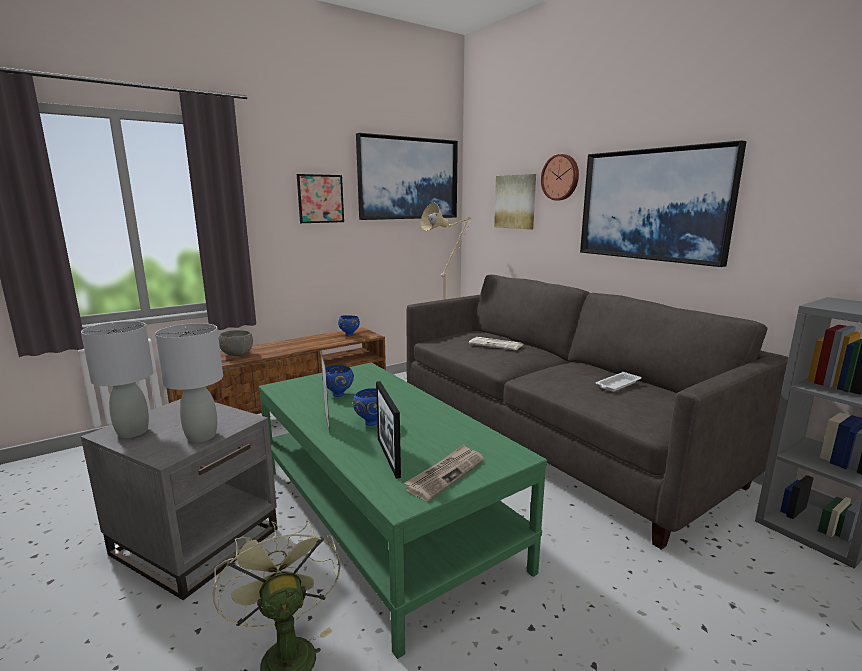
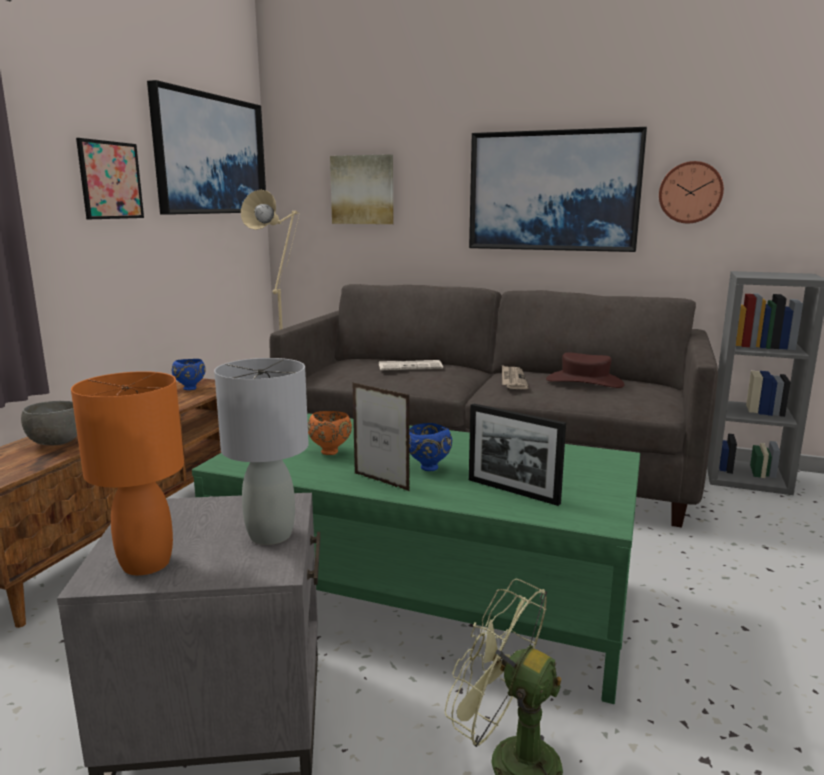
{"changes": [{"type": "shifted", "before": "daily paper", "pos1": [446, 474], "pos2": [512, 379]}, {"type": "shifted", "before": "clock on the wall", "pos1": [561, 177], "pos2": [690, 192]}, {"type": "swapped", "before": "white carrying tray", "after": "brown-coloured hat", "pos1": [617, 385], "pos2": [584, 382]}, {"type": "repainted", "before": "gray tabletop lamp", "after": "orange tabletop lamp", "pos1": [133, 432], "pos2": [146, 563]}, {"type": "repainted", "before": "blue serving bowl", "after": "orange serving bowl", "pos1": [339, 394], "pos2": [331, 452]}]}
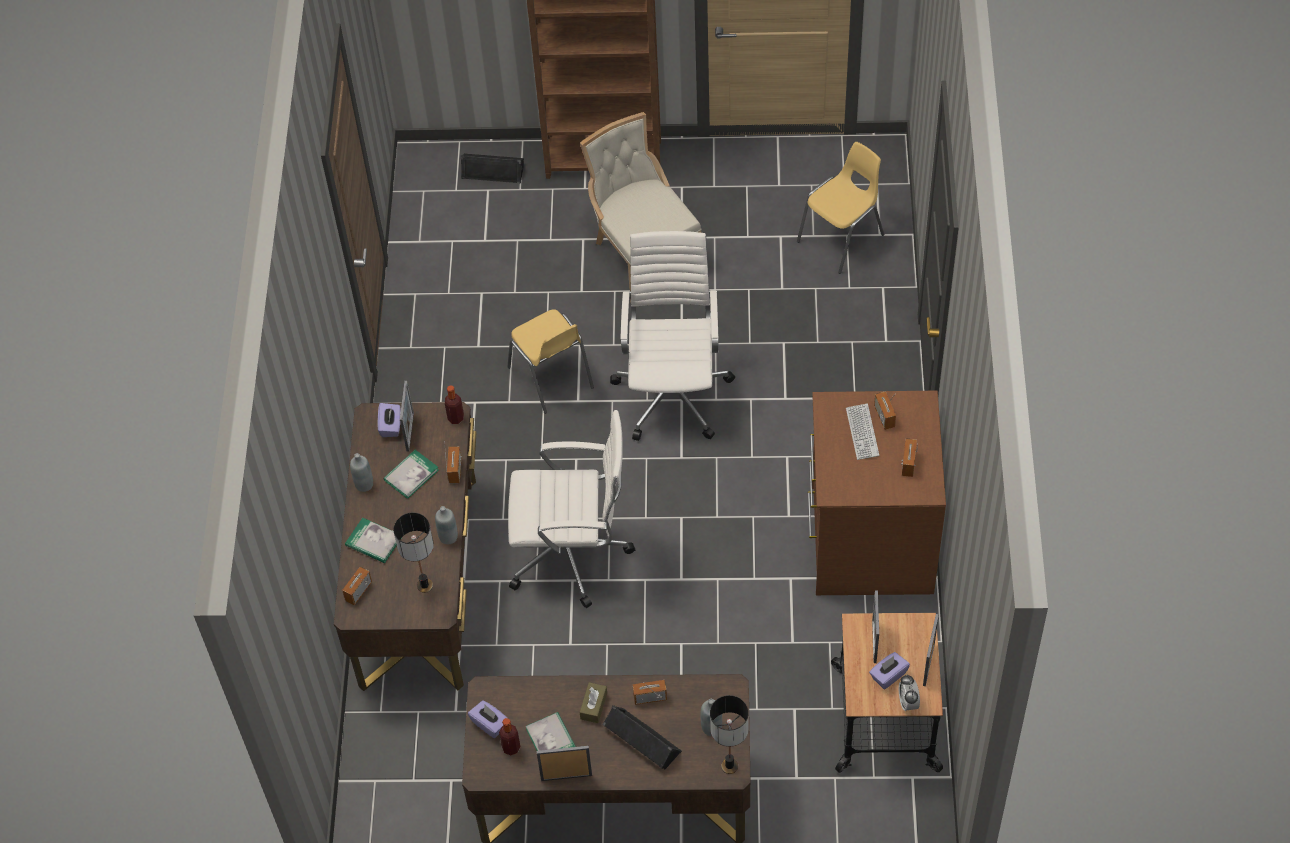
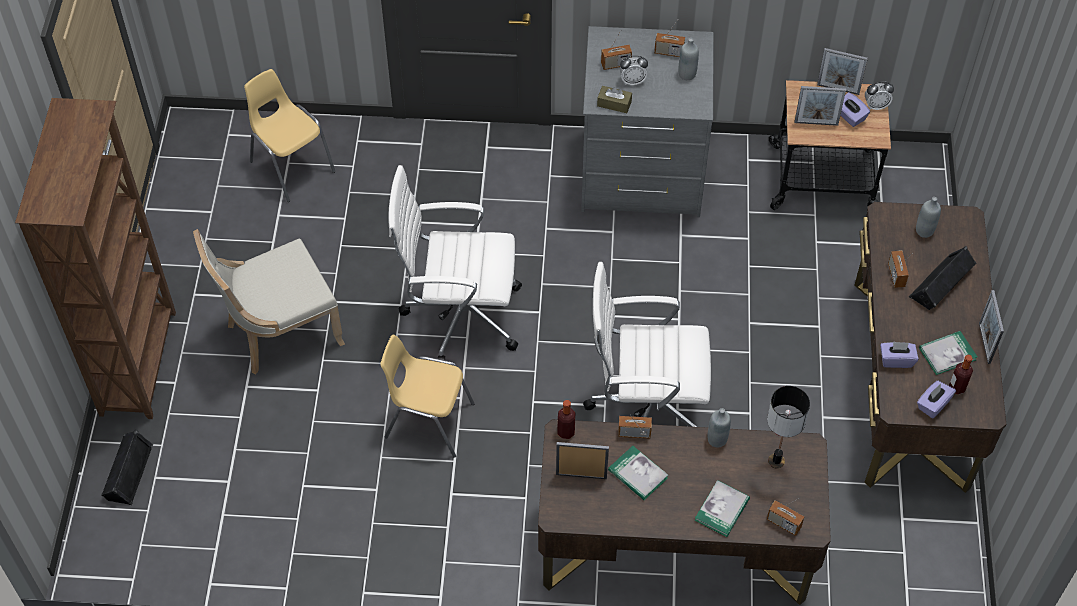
{"changes": [{"type": "gone", "before": "tabletop lamp", "pos1": [730, 766]}, {"type": "shifted", "before": "gray drink bottle", "pos1": [364, 484], "pos2": [687, 74]}, {"type": "shifted", "before": "purplish tissue box", "pos1": [391, 426], "pos2": [896, 360]}, {"type": "shifted", "before": "brown-coloured tissue box", "pos1": [593, 706], "pos2": [614, 104]}, {"type": "swapped", "before": "computer keyboard", "after": "table clock", "pos1": [862, 432], "pos2": [632, 81]}, {"type": "repainted", "before": "brown-coloured drawer chest", "after": "gray drawer chest", "pos1": [869, 539], "pos2": [641, 175]}, {"type": "rotated", "before": "yellowish upright chair", "pos1": [551, 378], "pos2": [428, 421], "turn": -135}, {"type": "rotated", "before": "white desk chair", "pos1": [572, 553], "pos2": [646, 408], "turn": -90}]}
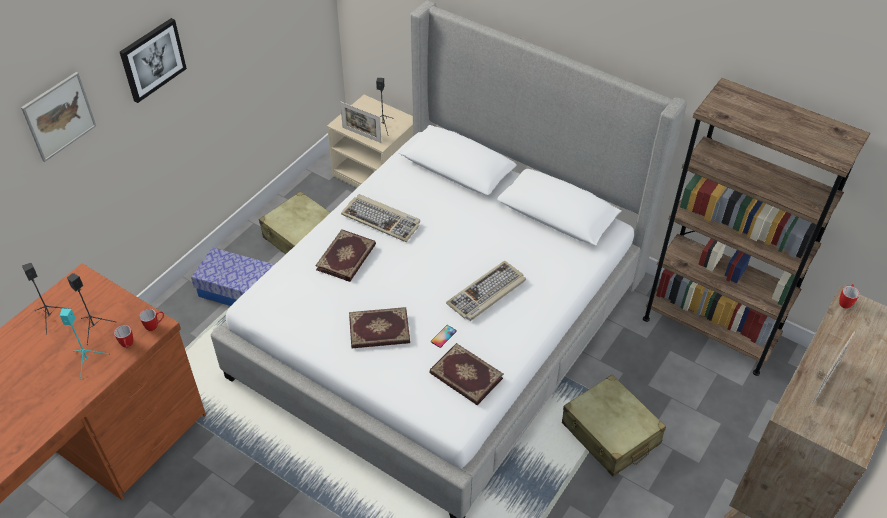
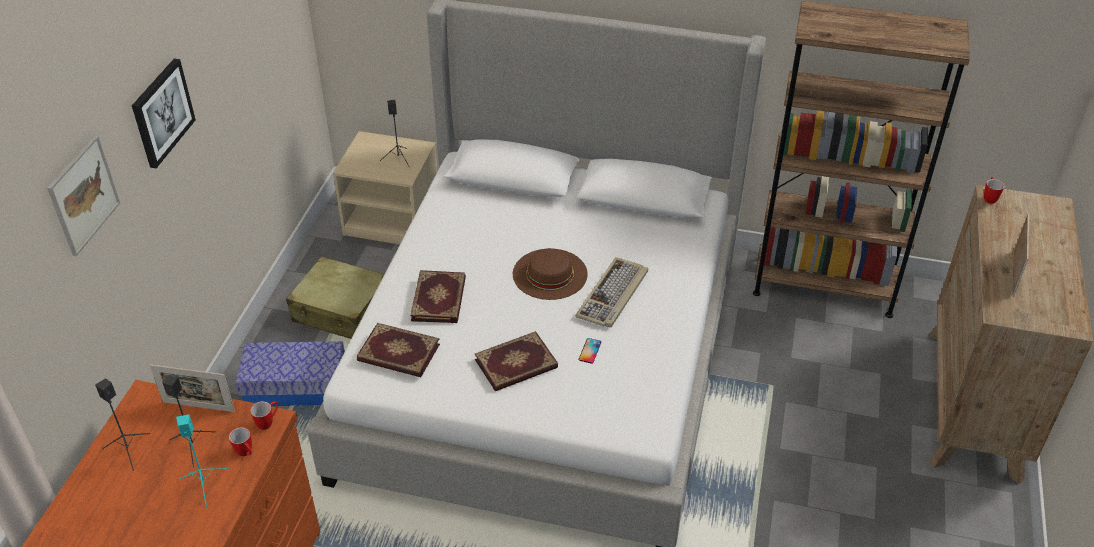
{"changes": [{"type": "gone", "before": "computer keyboard", "pos1": [382, 220]}, {"type": "gone", "before": "beige-coloured piece of luggage", "pos1": [610, 434]}, {"type": "new", "after": "brown-coloured hat", "pos2": [550, 274]}, {"type": "shifted", "before": "photo frame", "pos1": [361, 135], "pos2": [198, 406]}, {"type": "shifted", "before": "volume", "pos1": [465, 376], "pos2": [398, 354]}]}
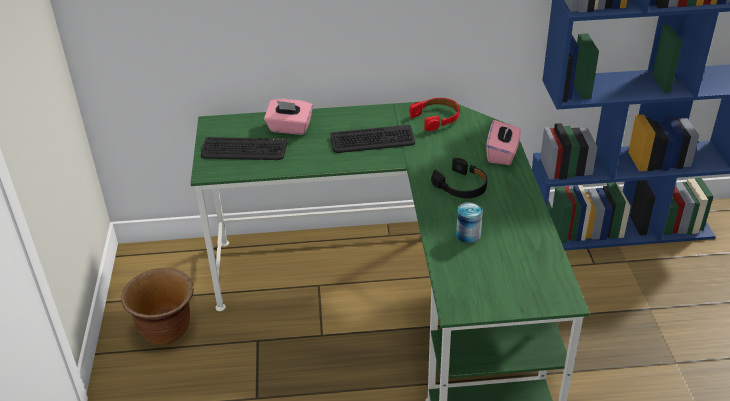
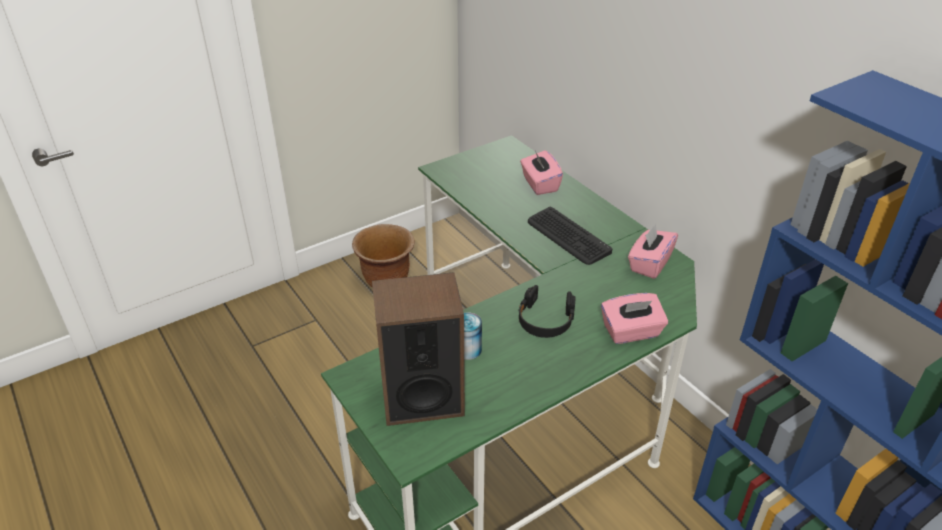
{"changes": [{"type": "gone", "before": "computer keyboard", "pos1": [244, 150]}, {"type": "new", "after": "speaker", "pos2": [422, 397]}, {"type": "swapped", "before": "red pair of headphones", "after": "pink-coloured tissue box", "pos1": [436, 118], "pos2": [649, 264]}]}
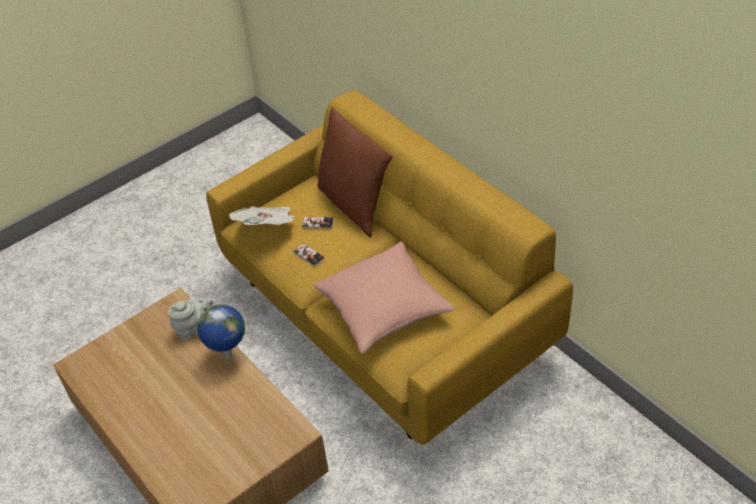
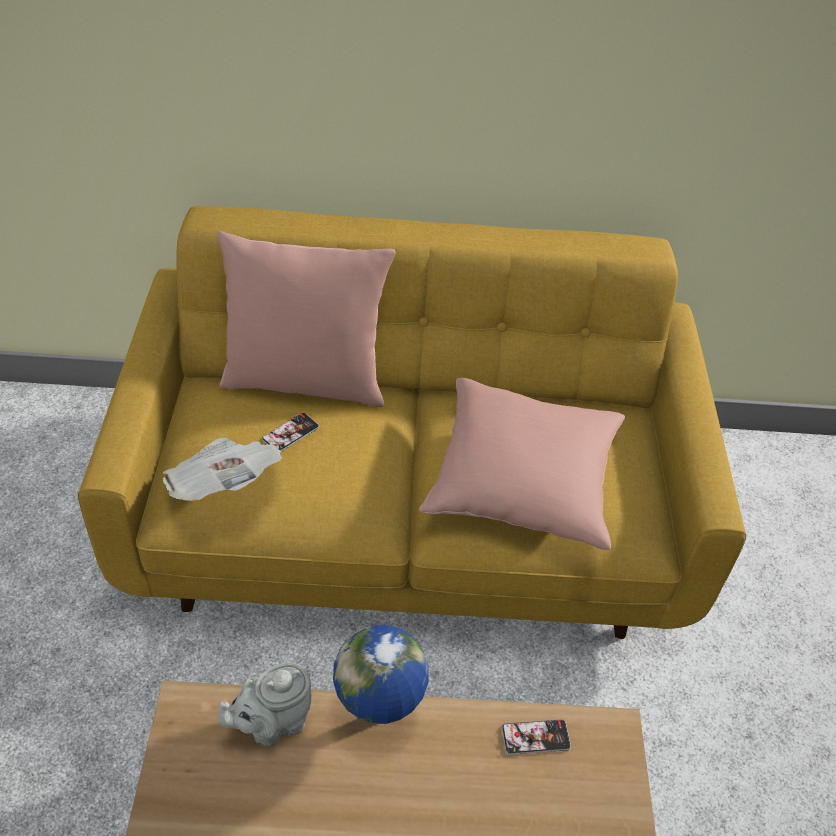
{"changes": [{"type": "shifted", "before": "telephone", "pos1": [309, 255], "pos2": [535, 737]}, {"type": "repainted", "before": "brown-coloured cushion", "after": "pink-coloured cushion", "pos1": [354, 205], "pos2": [305, 381]}, {"type": "rotated", "before": "gray tea pot", "pos1": [194, 329], "pos2": [273, 724], "turn": -135}]}
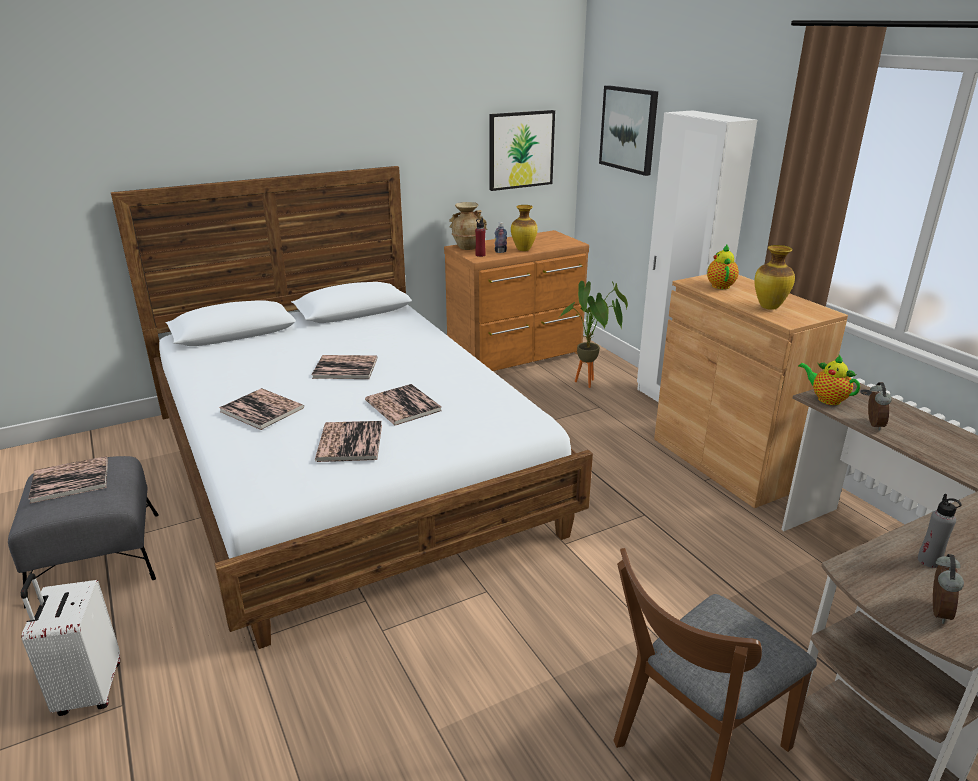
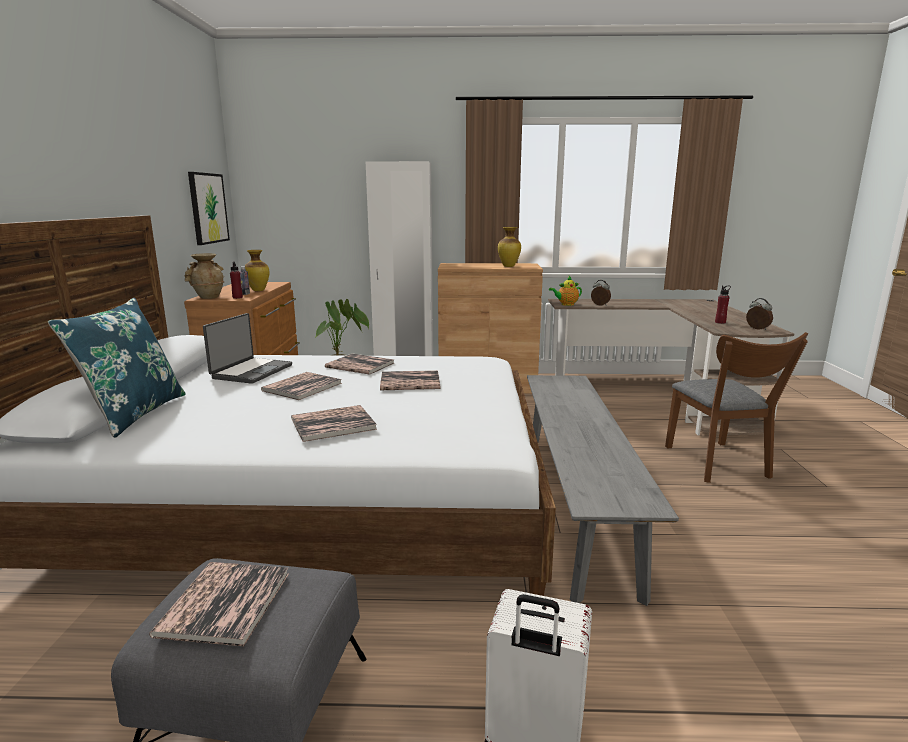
{"changes": [{"type": "gone", "before": "wall art", "pos1": [629, 129]}, {"type": "gone", "before": "tea pot", "pos1": [720, 285]}, {"type": "new", "after": "blue cushion", "pos2": [134, 414]}, {"type": "new", "after": "laptop", "pos2": [251, 371]}, {"type": "new", "after": "gray bench", "pos2": [575, 502]}, {"type": "shifted", "before": "volume", "pos1": [350, 442], "pos2": [360, 365]}, {"type": "repainted", "before": "gray drink bottle", "after": "red drink bottle", "pos1": [929, 561], "pos2": [720, 322]}]}
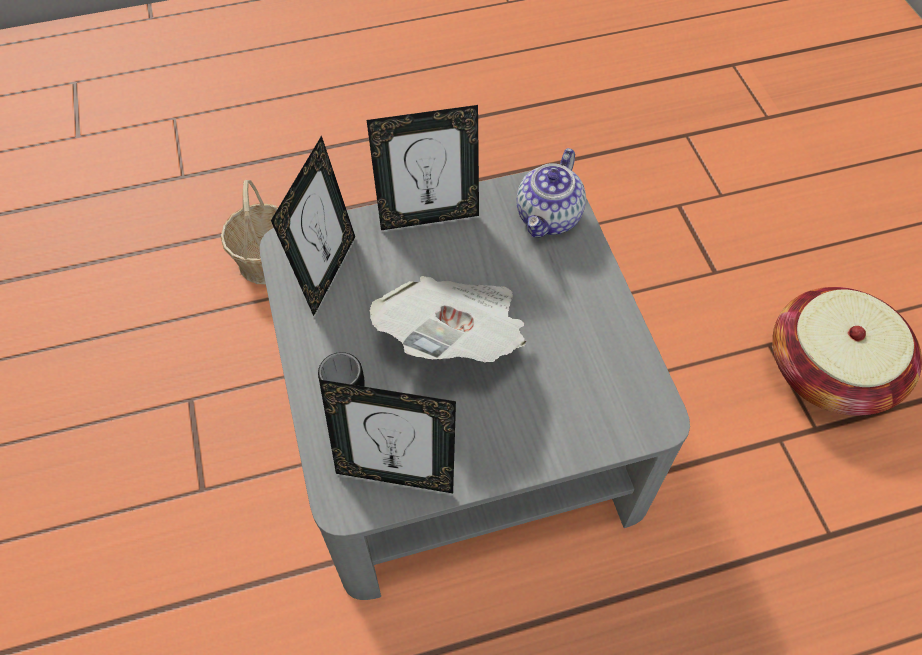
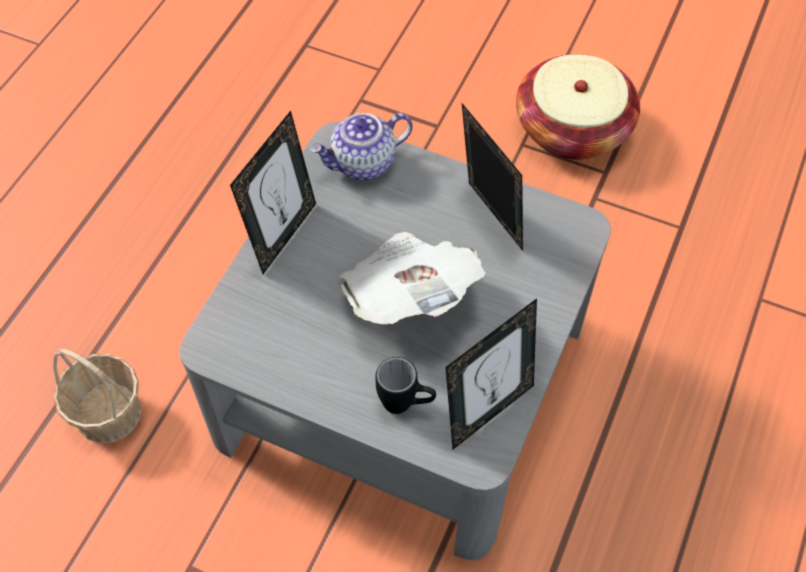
{"changes": [{"type": "shifted", "before": "photo frame", "pos1": [327, 272], "pos2": [488, 220]}, {"type": "rotated", "before": "tea pot", "pos1": [549, 217], "pos2": [363, 163], "turn": 90}]}
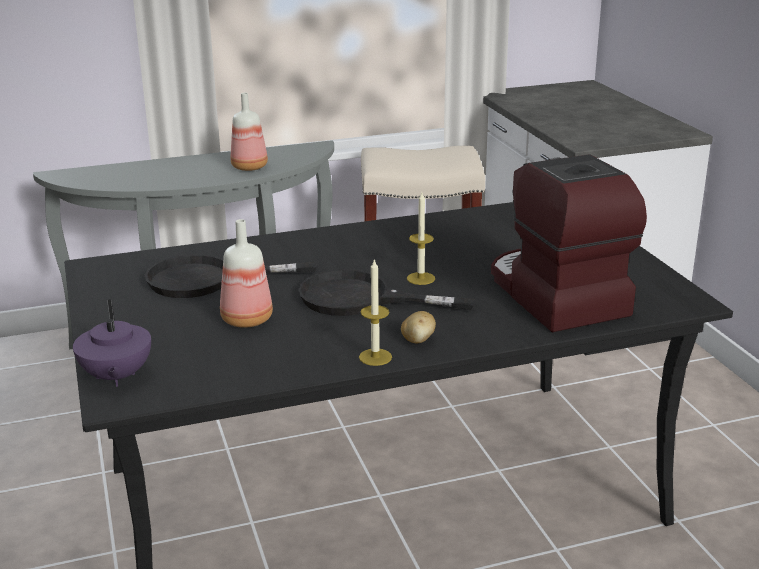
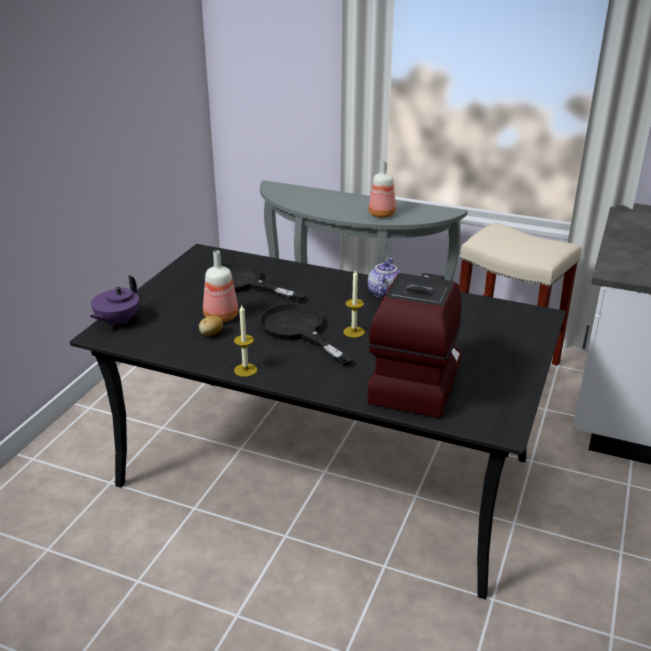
{"changes": [{"type": "new", "after": "tea pot", "pos2": [383, 292]}, {"type": "shifted", "before": "spud", "pos1": [418, 340], "pos2": [211, 334]}]}
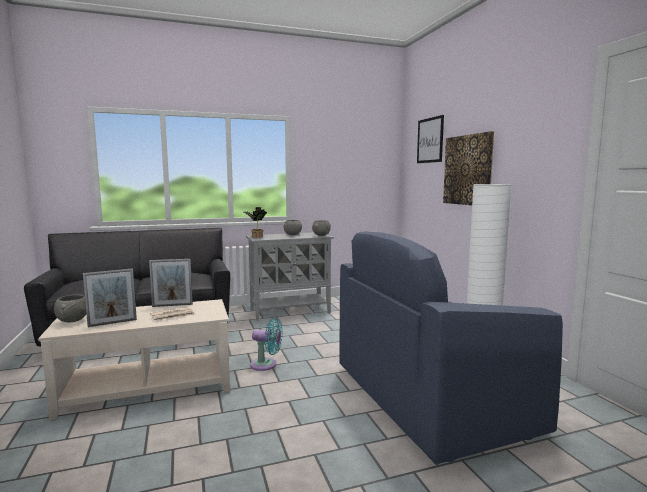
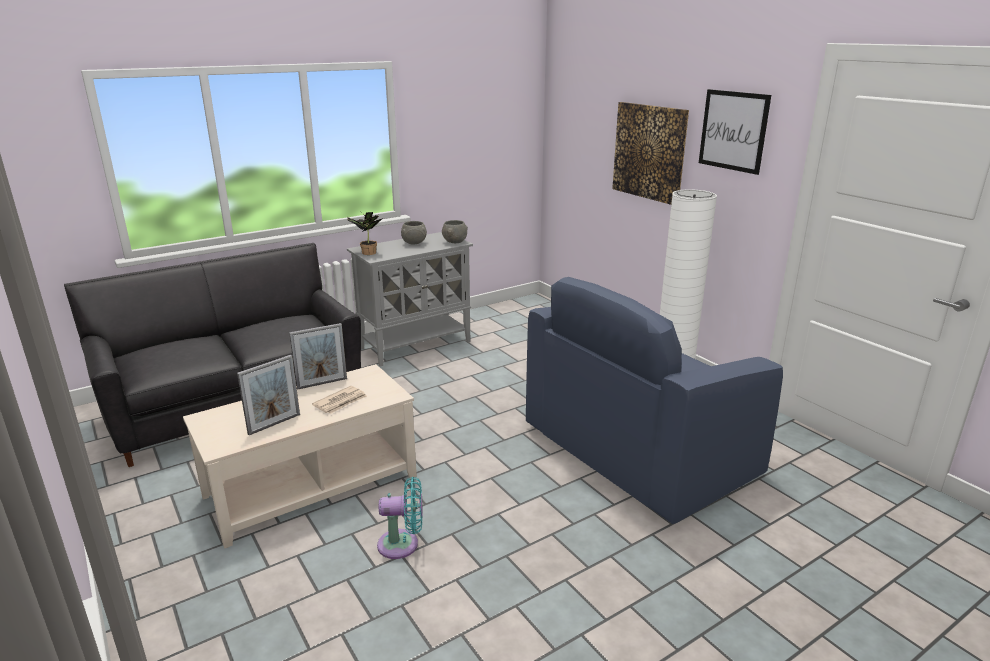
{"changes": [{"type": "gone", "before": "gray serving bowl", "pos1": [73, 321]}, {"type": "shifted", "before": "turquoise-coloured fan", "pos1": [266, 365], "pos2": [402, 544]}, {"type": "shifted", "before": "wall art", "pos1": [430, 140], "pos2": [733, 131]}]}
